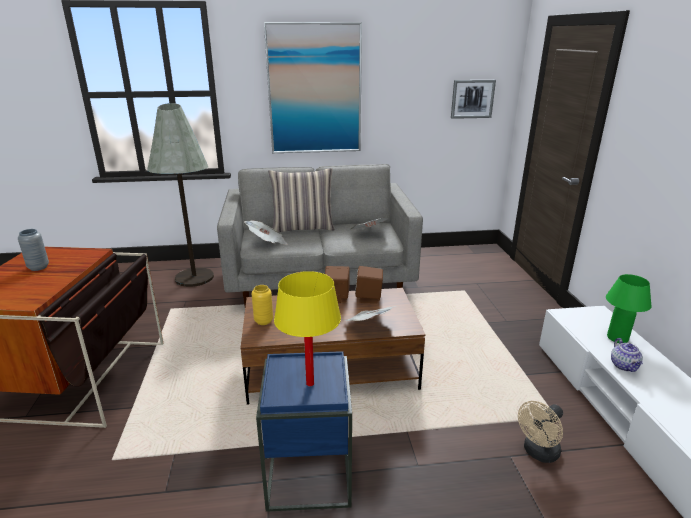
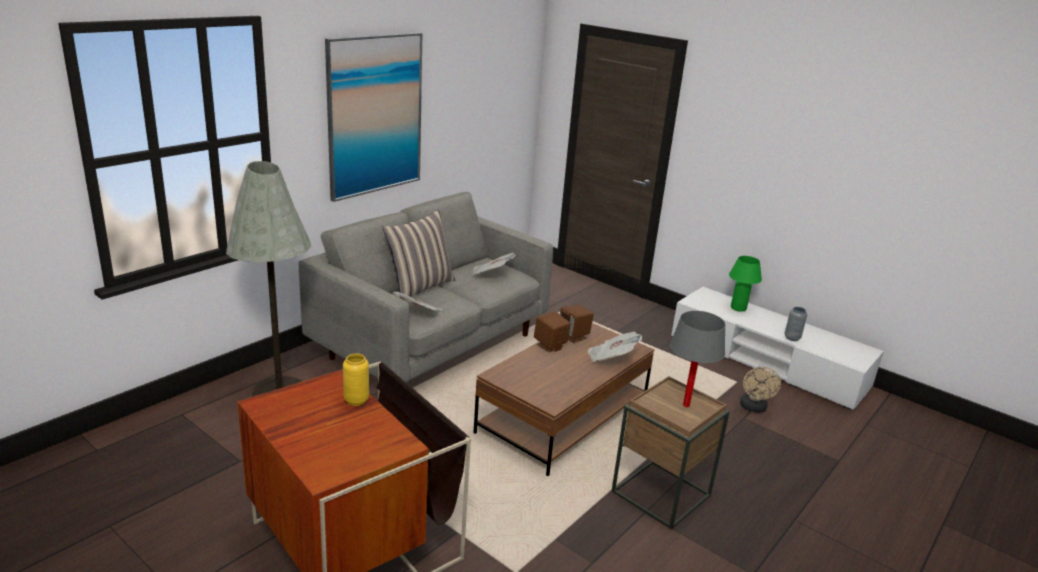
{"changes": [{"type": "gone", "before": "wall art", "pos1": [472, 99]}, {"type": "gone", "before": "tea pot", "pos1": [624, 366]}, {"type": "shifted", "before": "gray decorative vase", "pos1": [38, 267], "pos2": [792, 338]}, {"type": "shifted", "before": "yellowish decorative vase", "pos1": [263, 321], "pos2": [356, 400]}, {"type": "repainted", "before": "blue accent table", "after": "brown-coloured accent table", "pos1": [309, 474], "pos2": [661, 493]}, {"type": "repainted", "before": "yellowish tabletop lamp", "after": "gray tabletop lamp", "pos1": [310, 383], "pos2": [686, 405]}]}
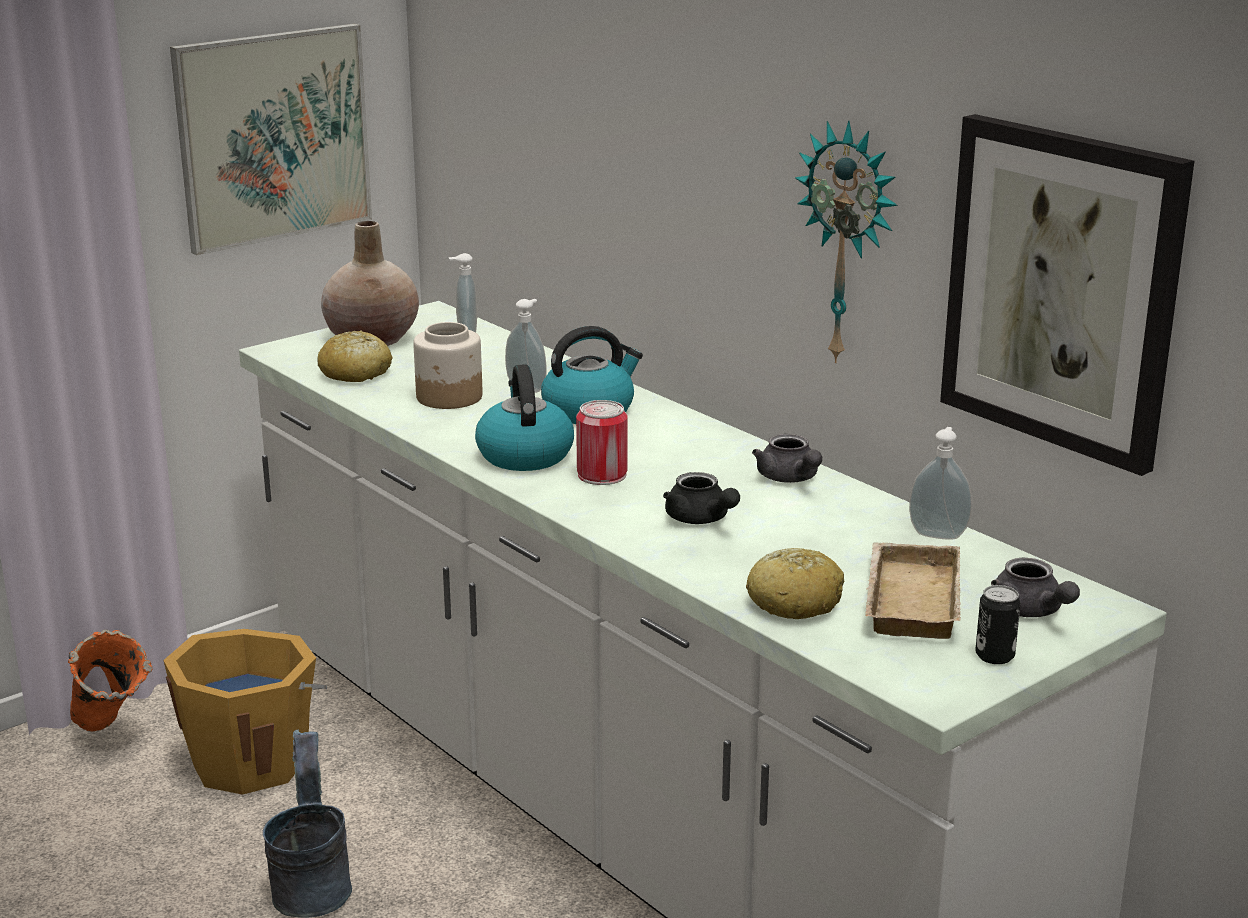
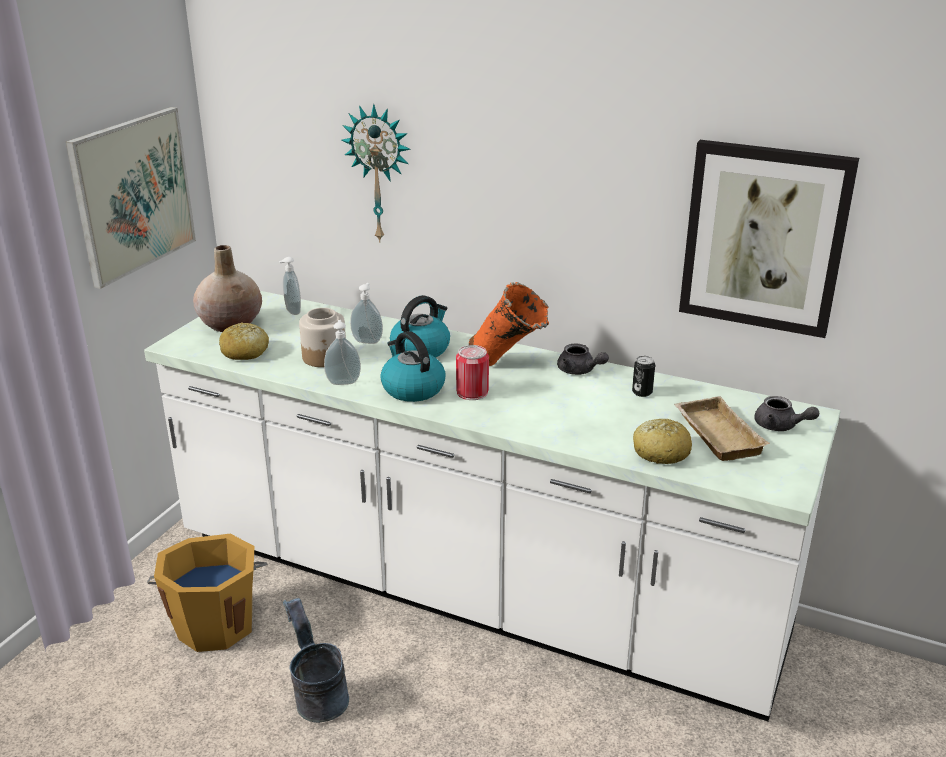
{"changes": [{"type": "gone", "before": "black-coloured tea pot", "pos1": [701, 519]}, {"type": "shifted", "before": "orange decorative vase", "pos1": [112, 738], "pos2": [509, 366]}, {"type": "shifted", "before": "clock on the wall", "pos1": [849, 243], "pos2": [379, 174]}, {"type": "shifted", "before": "soap bottle", "pos1": [938, 534], "pos2": [343, 382]}, {"type": "shifted", "before": "metal can", "pos1": [994, 656], "pos2": [642, 392]}]}
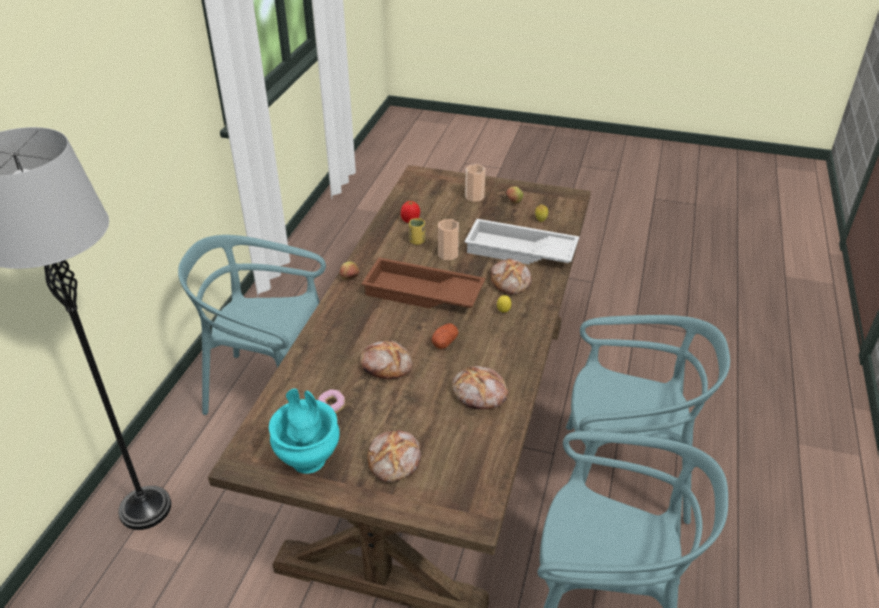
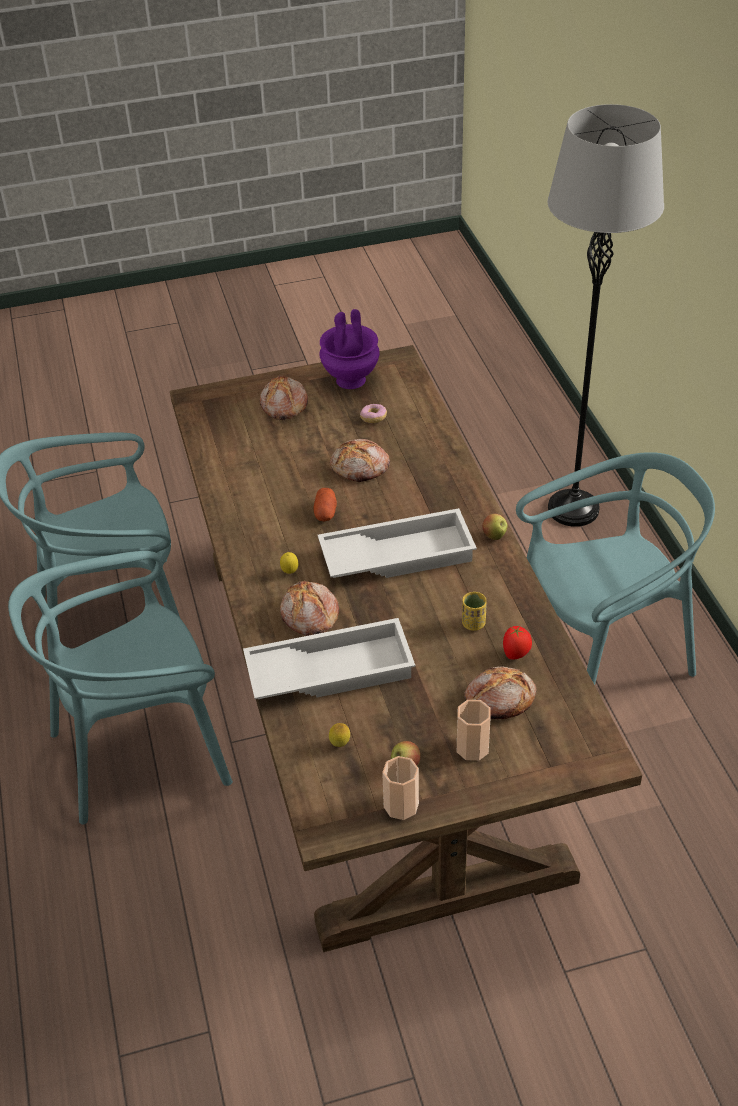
{"changes": [{"type": "shifted", "before": "cup", "pos1": [448, 254], "pos2": [401, 805]}, {"type": "shifted", "before": "baked bread", "pos1": [479, 394], "pos2": [499, 699]}, {"type": "repainted", "before": "turquoise-coloured decorative vase", "after": "purplish decorative vase", "pos1": [309, 460], "pos2": [350, 380]}, {"type": "repainted", "before": "brown-coloured carrying tray", "after": "white carrying tray", "pos1": [422, 294], "pos2": [397, 554]}]}
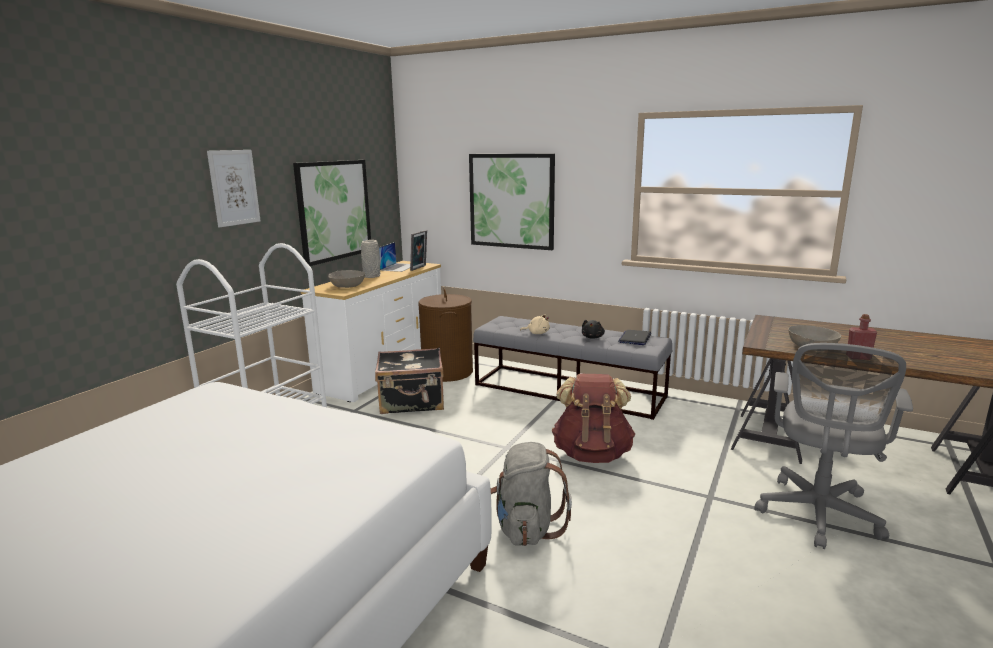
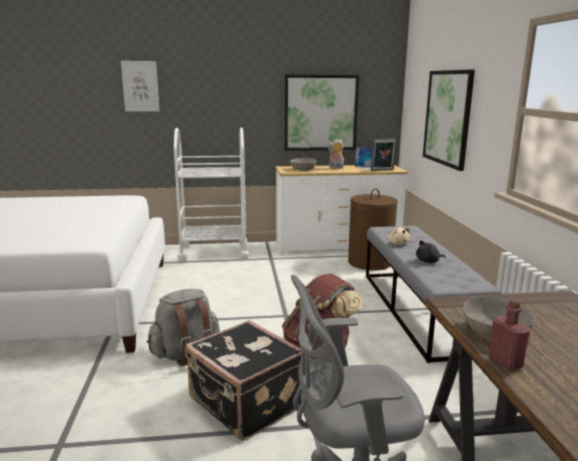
{"changes": [{"type": "gone", "before": "laptop", "pos1": [635, 338]}, {"type": "shifted", "before": "wall art", "pos1": [234, 187], "pos2": [140, 86]}, {"type": "shifted", "before": "black-coloured piece of luggage", "pos1": [412, 402], "pos2": [245, 404]}, {"type": "swapped", "before": "gray decorative vase", "after": "soft toy", "pos1": [371, 276], "pos2": [335, 168]}]}
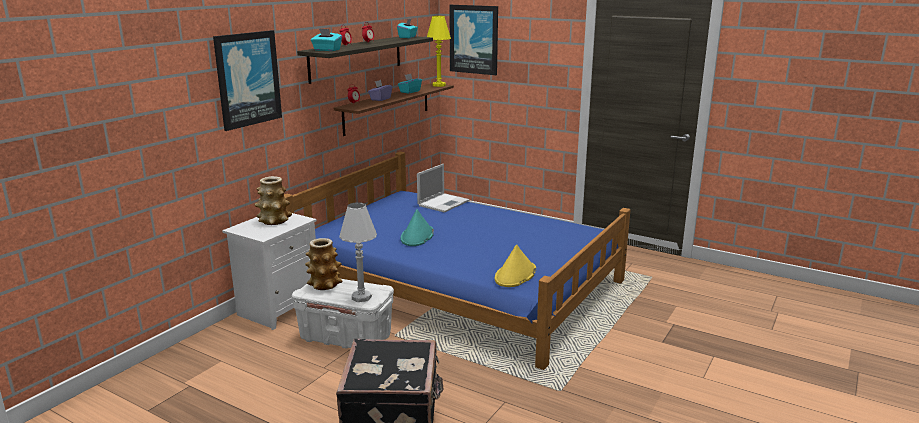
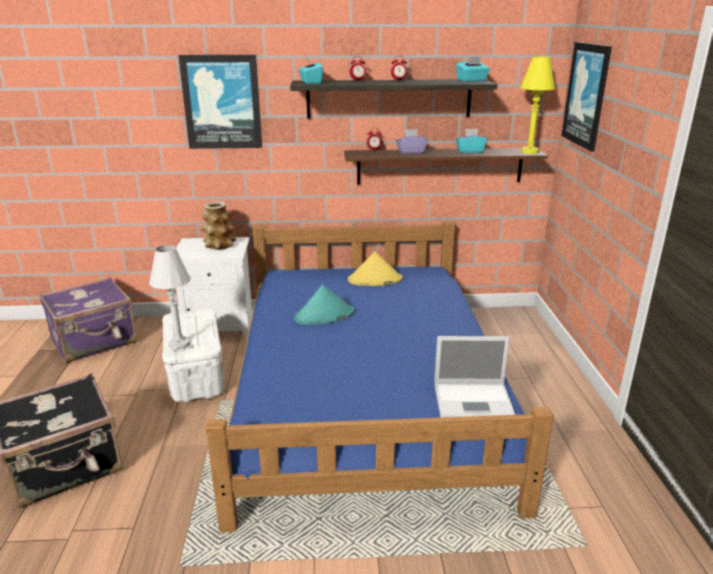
{"changes": [{"type": "gone", "before": "decorative vase", "pos1": [324, 284]}, {"type": "new", "after": "purplish piece of luggage", "pos2": [95, 341]}, {"type": "shifted", "before": "laptop", "pos1": [444, 203], "pos2": [474, 400]}, {"type": "shifted", "before": "yellowish hat", "pos1": [515, 275], "pos2": [375, 280]}]}
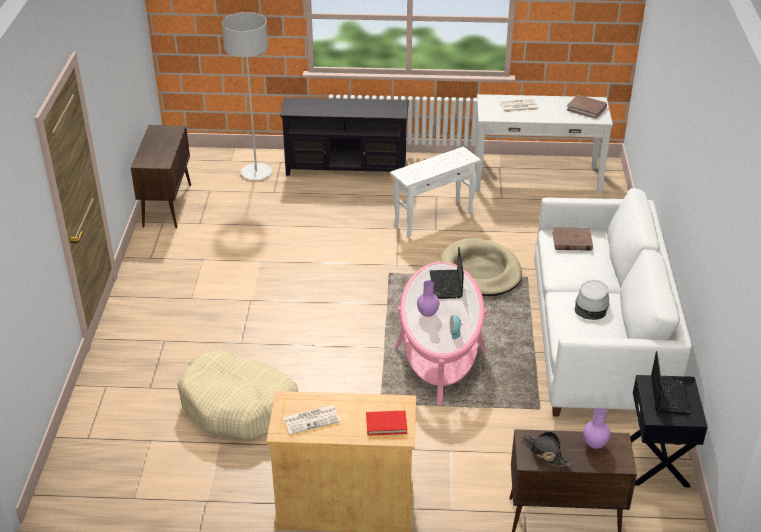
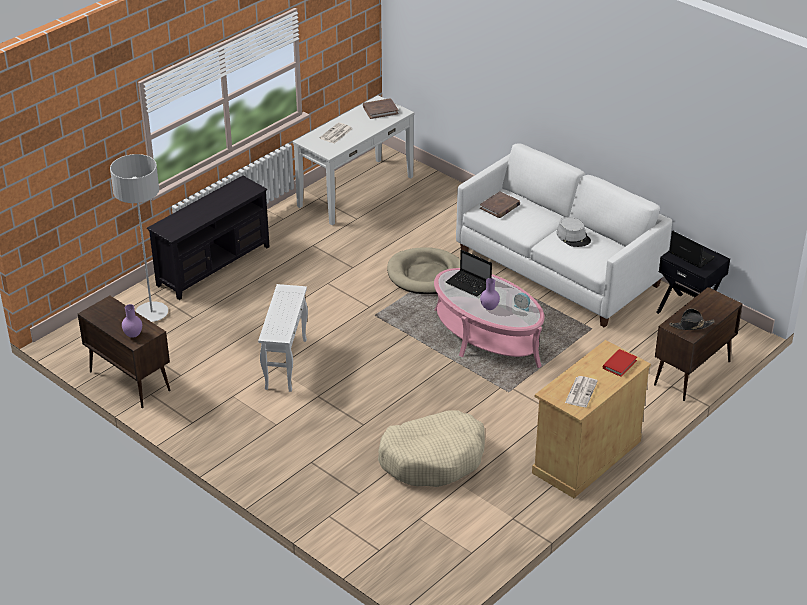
{"changes": [{"type": "shifted", "before": "white accent table", "pos1": [433, 218], "pos2": [286, 364]}, {"type": "shifted", "before": "purplish decorative vase", "pos1": [594, 444], "pos2": [133, 335]}]}
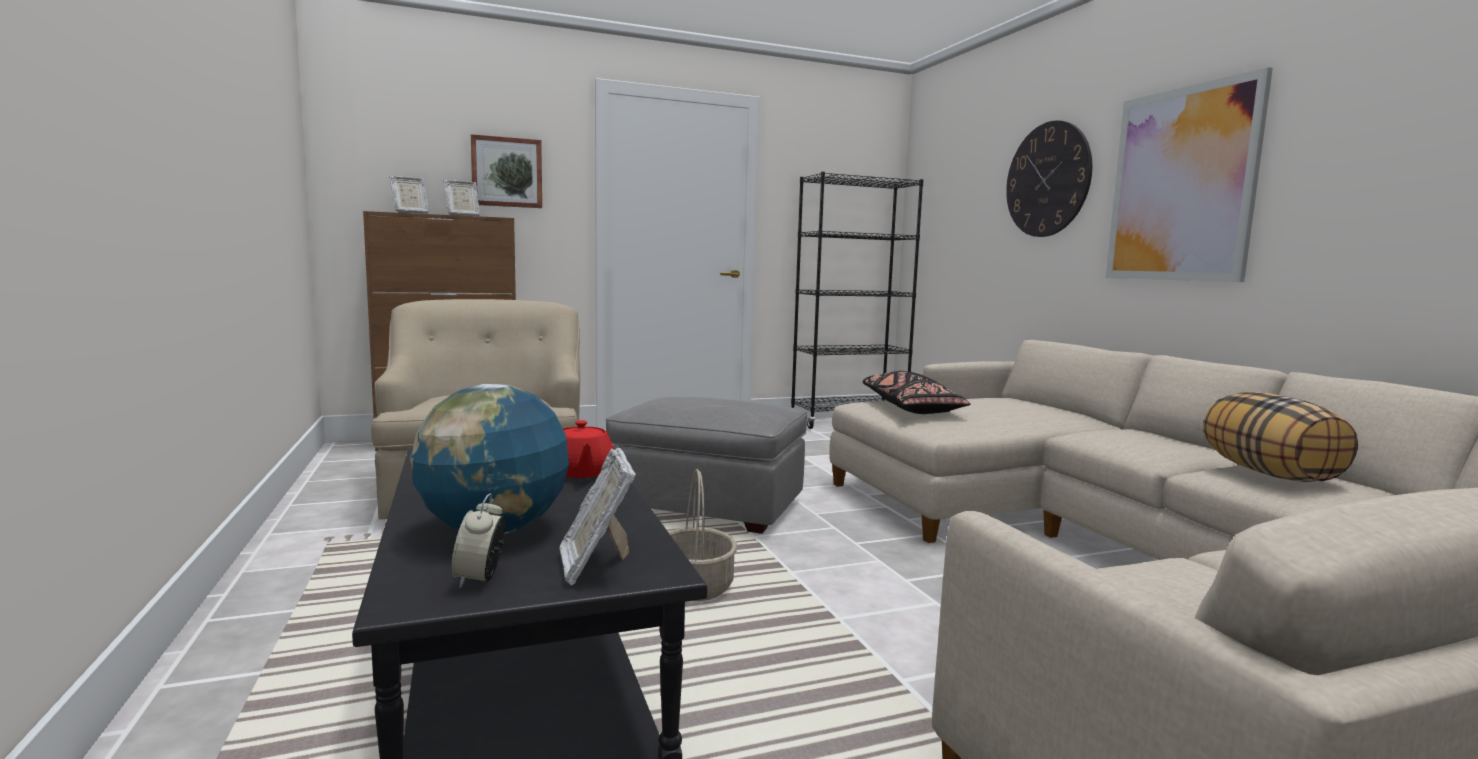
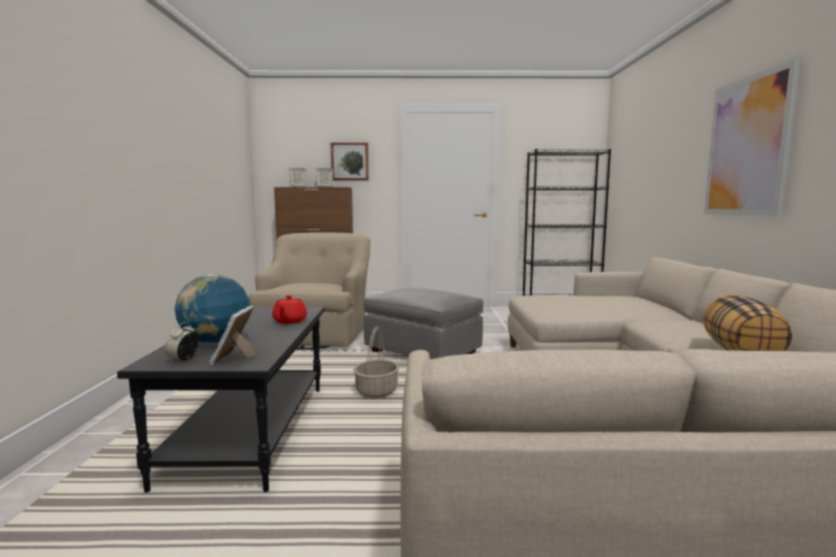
{"changes": [{"type": "gone", "before": "black-coloured cushion", "pos1": [910, 407]}, {"type": "gone", "before": "clock on the wall", "pos1": [1047, 179]}]}
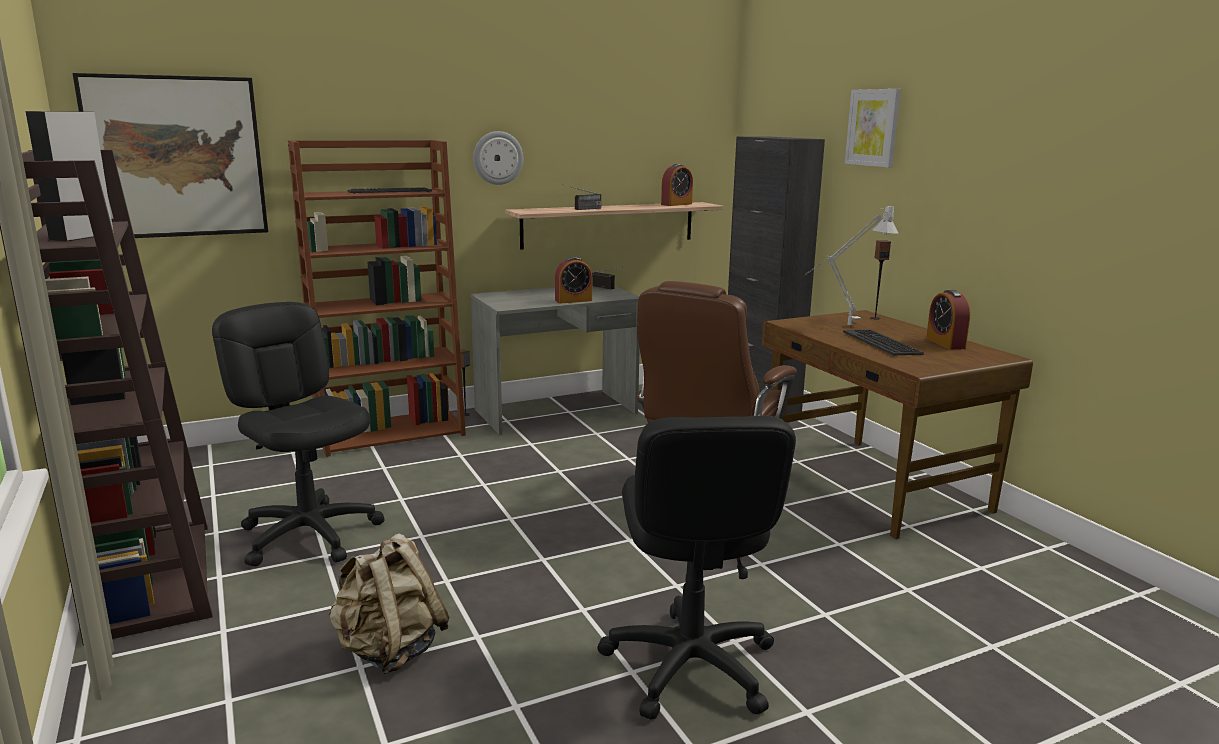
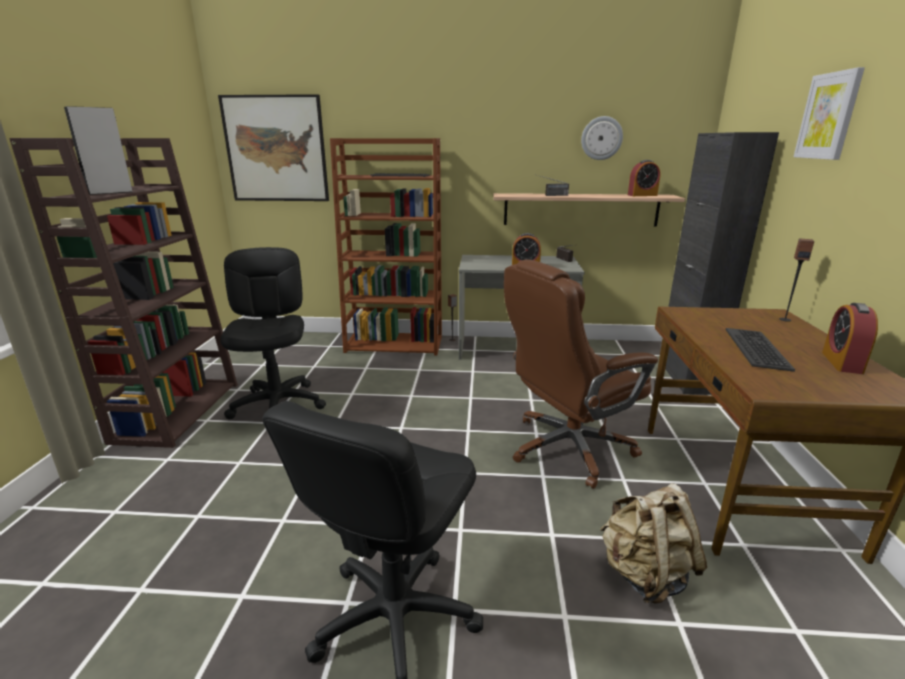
{"changes": [{"type": "gone", "before": "gray tabletop lamp", "pos1": [843, 327]}, {"type": "shifted", "before": "beige-coloured backpack", "pos1": [389, 650], "pos2": [644, 574]}, {"type": "shifted", "before": "clock on the wall", "pos1": [497, 158], "pos2": [601, 138]}]}
